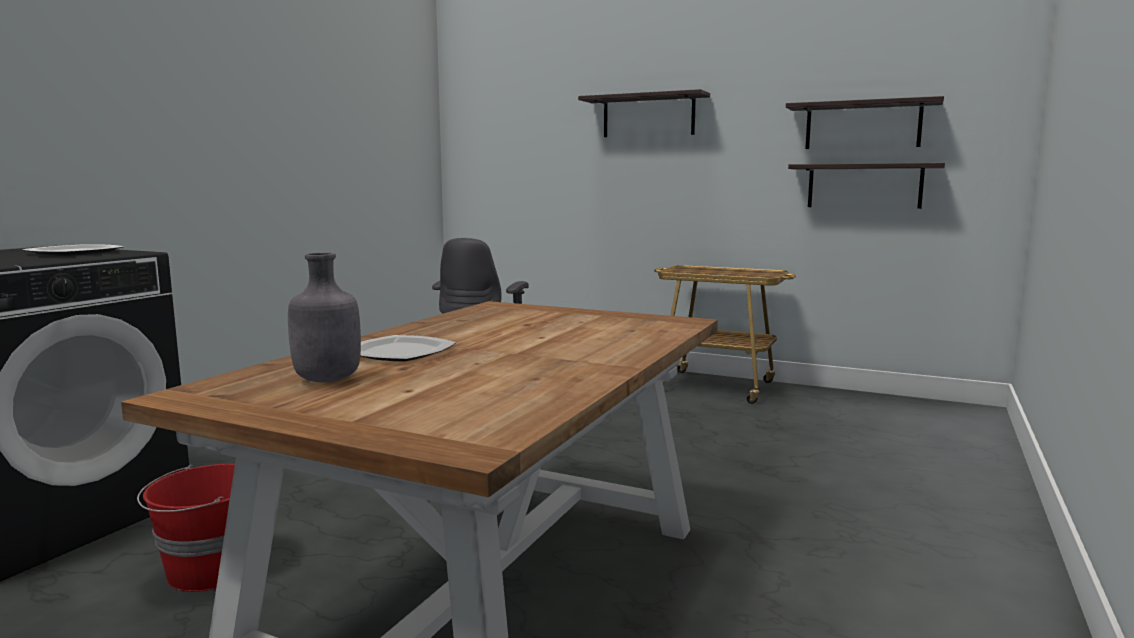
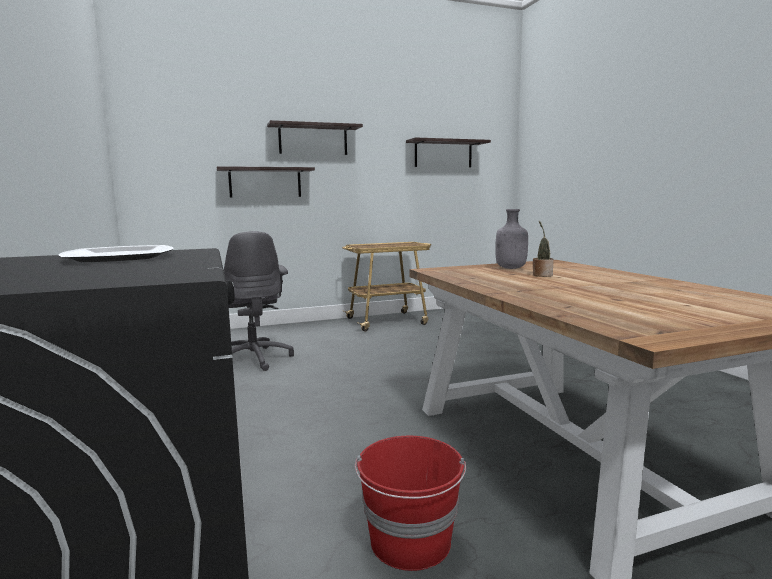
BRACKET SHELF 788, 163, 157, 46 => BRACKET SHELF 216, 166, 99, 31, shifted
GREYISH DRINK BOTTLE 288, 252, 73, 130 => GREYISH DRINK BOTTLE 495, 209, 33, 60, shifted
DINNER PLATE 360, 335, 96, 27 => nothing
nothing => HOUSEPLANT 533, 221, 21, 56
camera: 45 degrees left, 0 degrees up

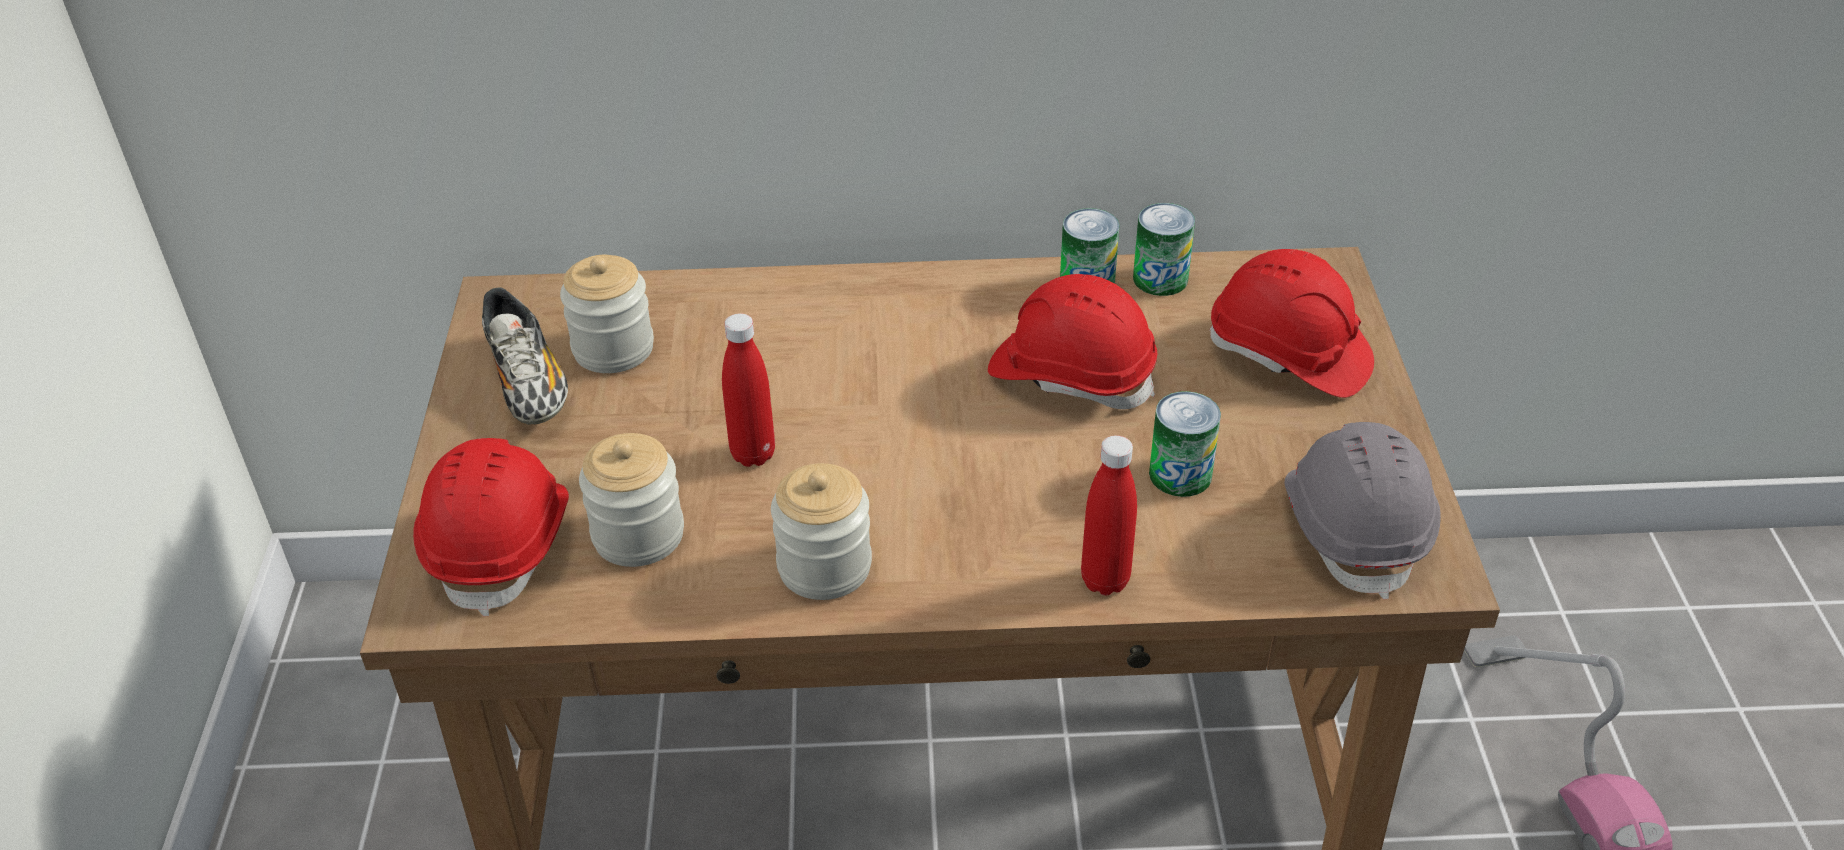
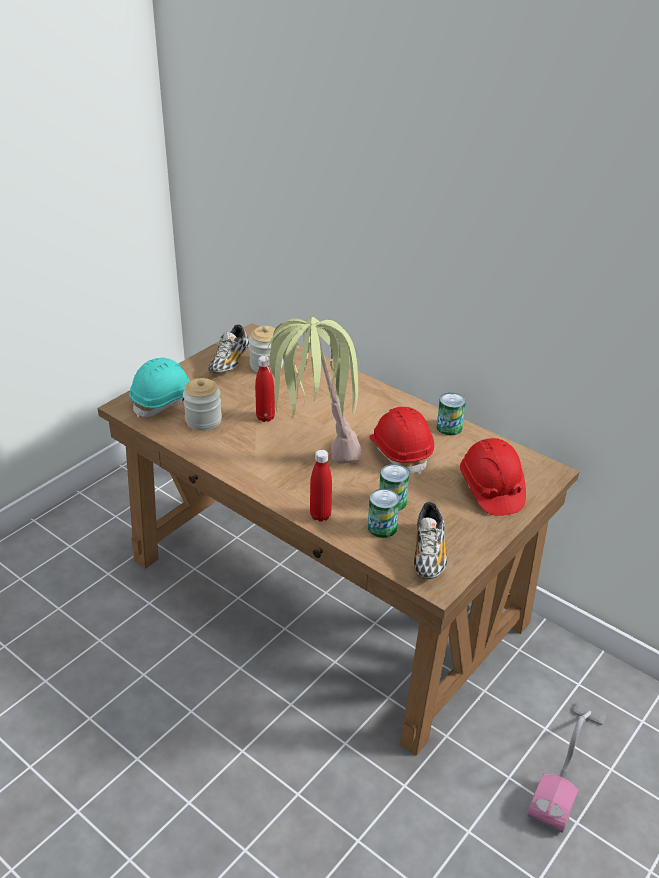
SEALED CAN 1133, 203, 62, 93 => SEALED CAN 368, 489, 31, 49, shifted
GREYISH WORK HELMET 1284, 422, 157, 178 => SHOE 414, 502, 33, 78
REDDISH WORK HELMET 413, 438, 156, 178 => BLUE-GREEN WORK HELMET 129, 358, 61, 60
PRESERVE JAR 771, 463, 101, 137 => nothing
nothing => HOUSEPLANT 265, 317, 97, 147
camera: 40 degrees right, 5 degrees down

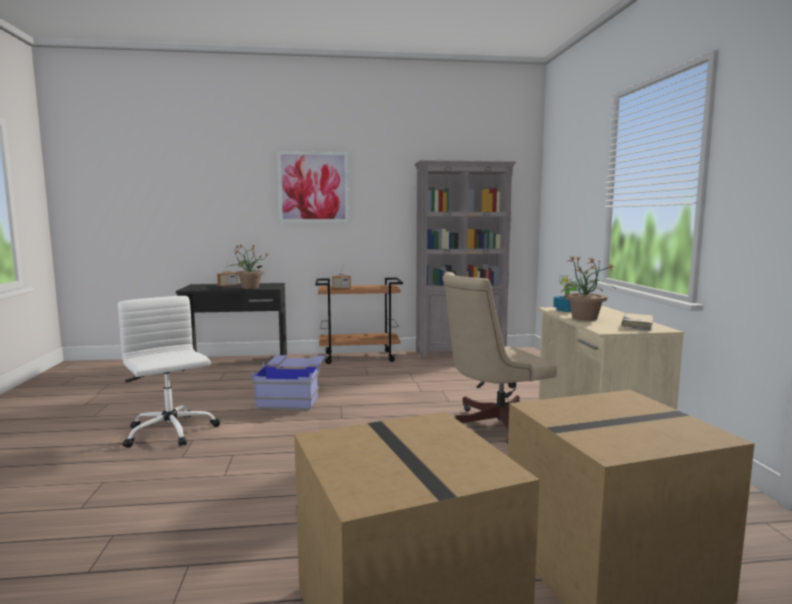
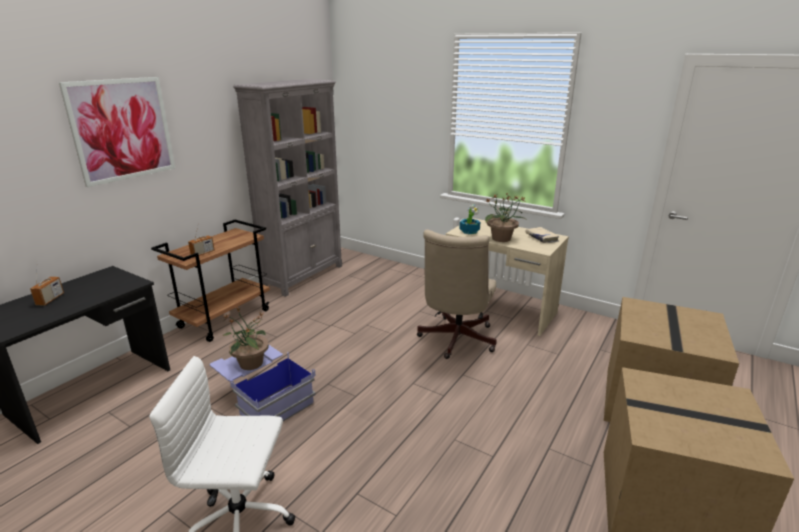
HOUSEPLANT 227, 245, 42, 44 => HOUSEPLANT 222, 307, 47, 63, shifted
camera: 50 degrees left, 15 degrees up

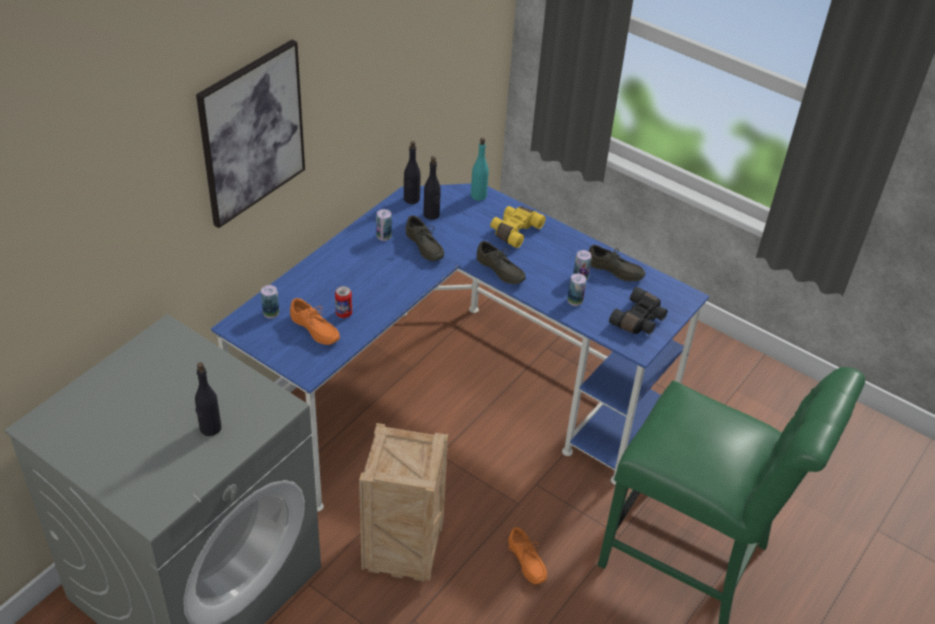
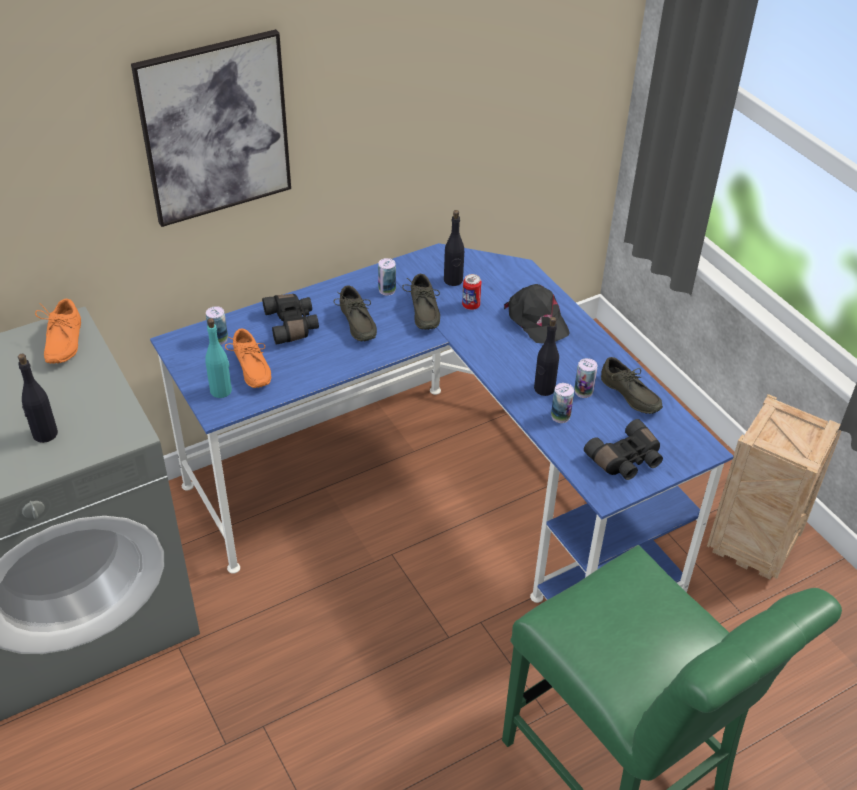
BLUE-GREEN DRINK BOTTLE 471, 138, 18, 63 => BLUE-GREEN DRINK BOTTLE 205, 318, 27, 80, shifted
BLACK-COLOURED DRINK BOTTLE 404, 141, 17, 63 => BLACK-COLOURED DRINK BOTTLE 534, 317, 25, 79, shifted
YELLOW PAIR OF BINOCULARS 490, 206, 56, 42 => BLACK-COLOURED BASEBALL CAP 504, 284, 66, 60
GREYISH SHOE 477, 241, 49, 43 => GREYISH SHOE 334, 286, 43, 55, shifted
SEALED CAN 335, 286, 17, 32 => SEALED CAN 462, 274, 20, 36, shifted
PACKING CRATE 359, 423, 89, 159 => PACKING CRATE 707, 394, 135, 186, shifted
ORANGEY SHOE 508, 527, 39, 57 => ORANGEY SHOE 35, 299, 46, 65, shifted
nothing => BLACK-COLOURED PAIR OF BINOCULARS 262, 294, 57, 51
camera: 25 degrees right, 0 degrees up

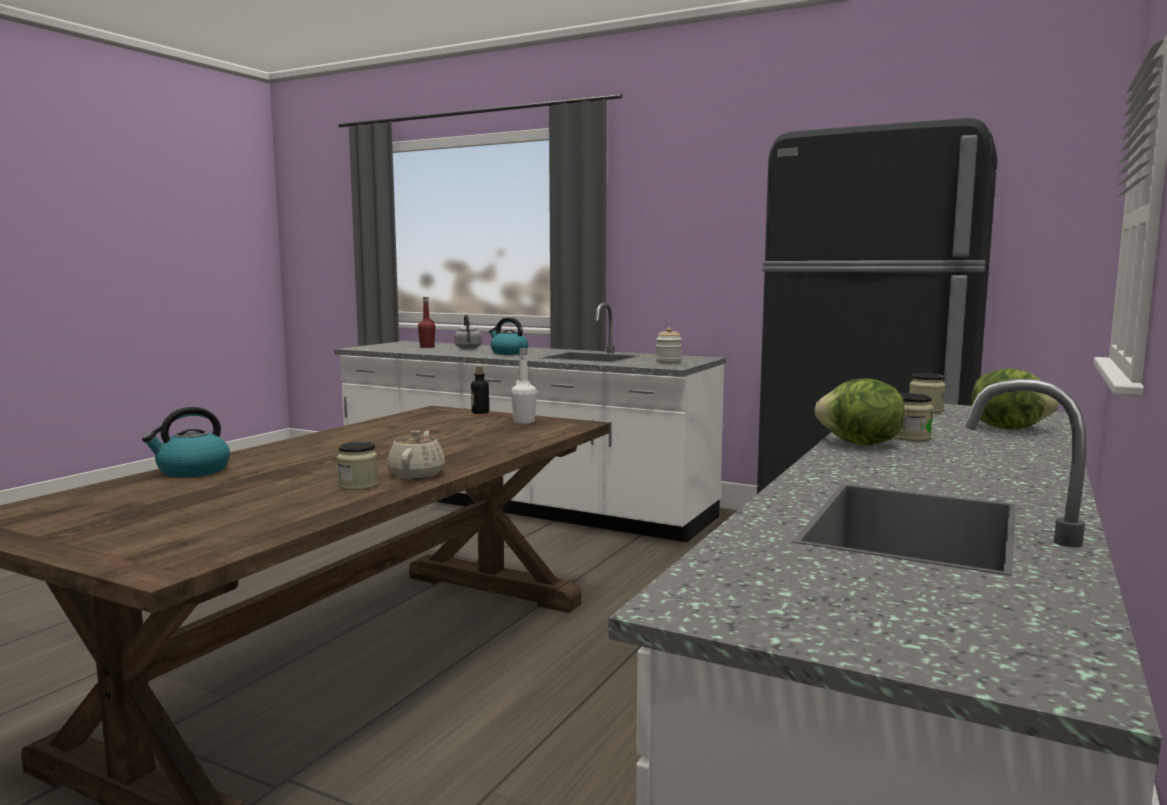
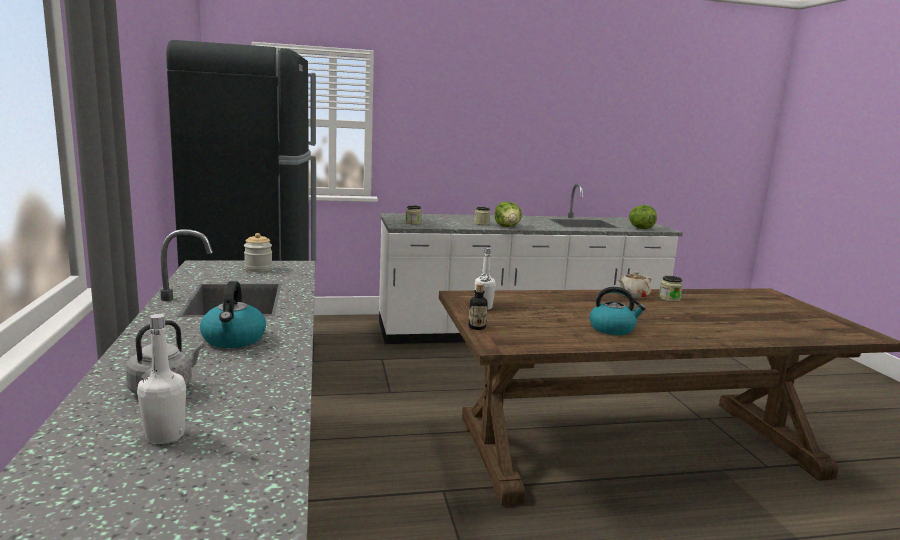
REDDISH DRINK BOTTLE 418, 297, 17, 51 => WHITE DRINK BOTTLE 137, 314, 49, 130
LETTUCE 972, 368, 87, 61 => LETTUCE 629, 205, 28, 24, shifted
WATER KETTLE 142, 407, 88, 70 => WATER KETTLE 589, 287, 57, 48, shifted
camera: 130 degrees left, 5 degrees up

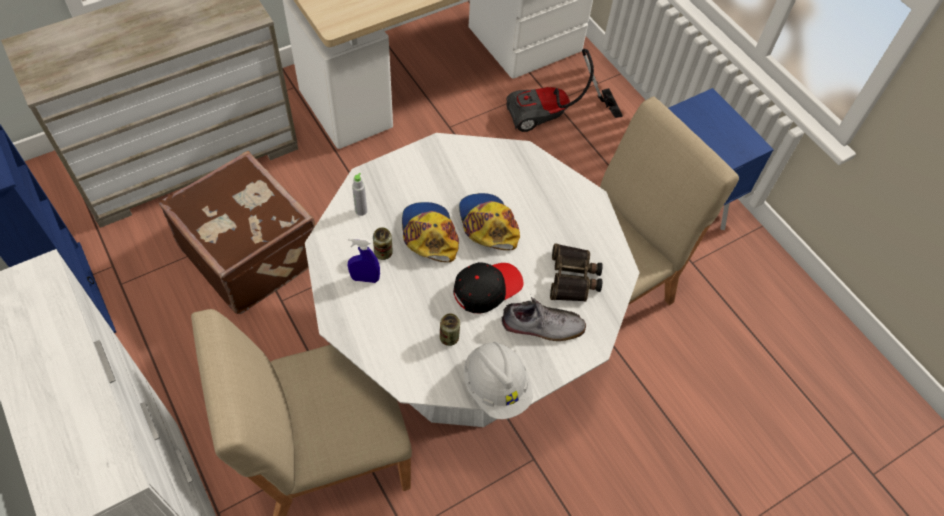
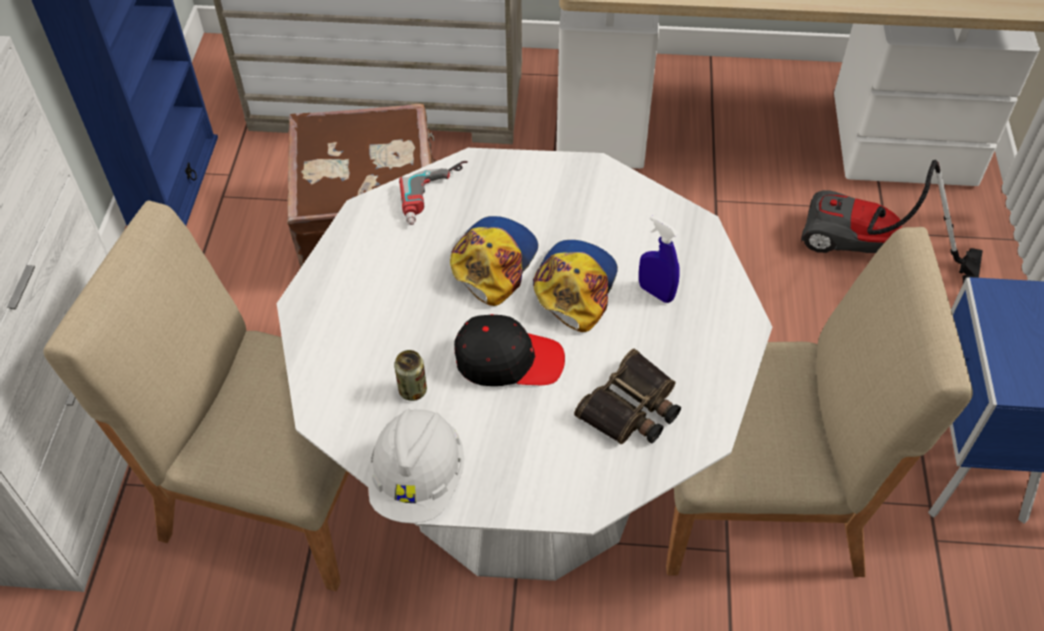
GREYISH DRINK BOTTLE 352, 173, 15, 43 => POWER DRILL 399, 161, 69, 64
SEALED CAN 373, 228, 20, 32 => nothing
BLUISH SPRAY BOTTLE 348, 237, 32, 46 => BLUISH SPRAY BOTTLE 639, 216, 41, 87, shifted
SHOE 501, 297, 85, 44 => nothing
camera: 40 degrees right, 5 degrees down

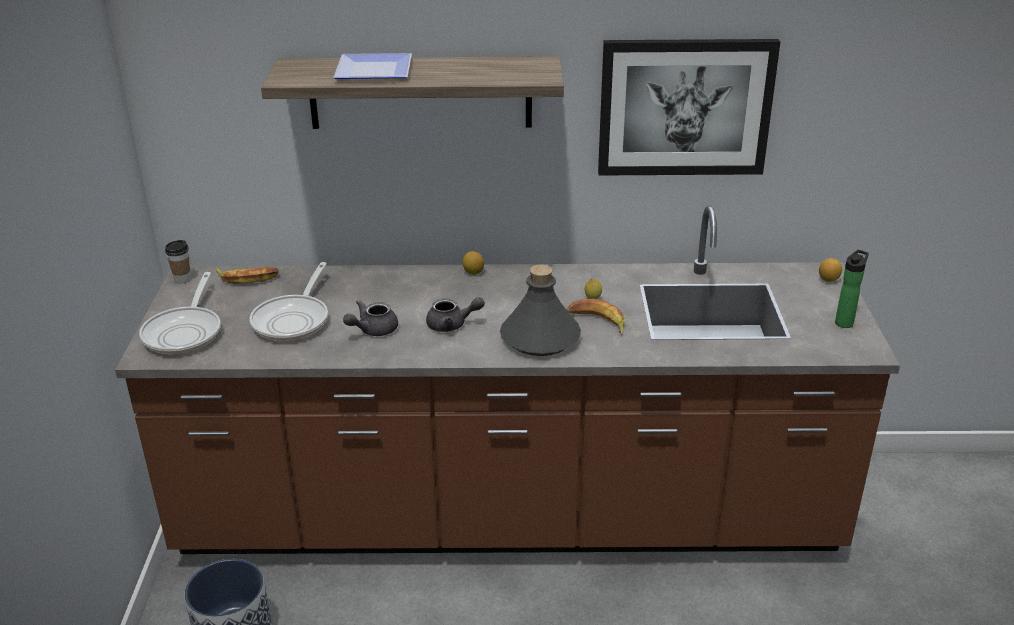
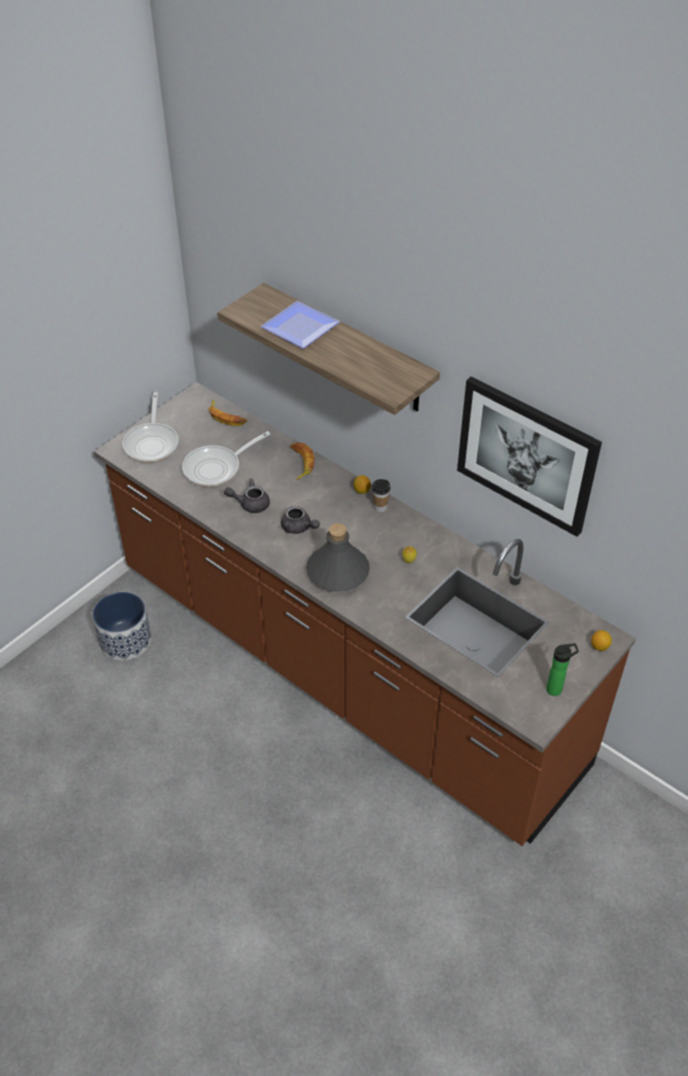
CUP 165, 240, 26, 44 => CUP 372, 479, 19, 33, shifted
SKILLET 139, 272, 82, 82 => SKILLET 122, 392, 57, 71, 45 degrees counterclockwise
BANANA FRUIT 566, 299, 59, 36 => BANANA FRUIT 290, 442, 25, 38, shifted
camera: 40 degrees right, 15 degrees up

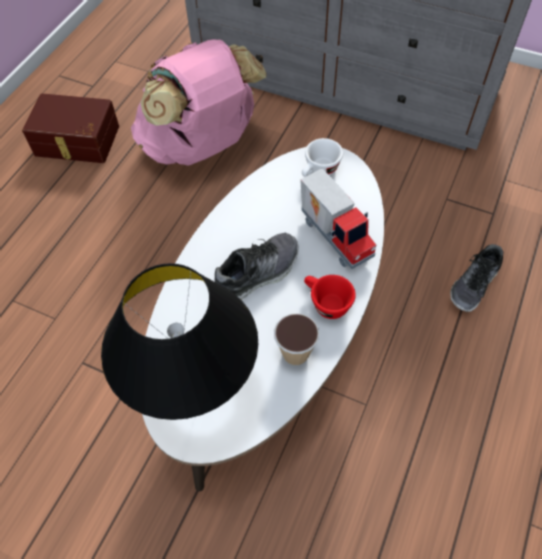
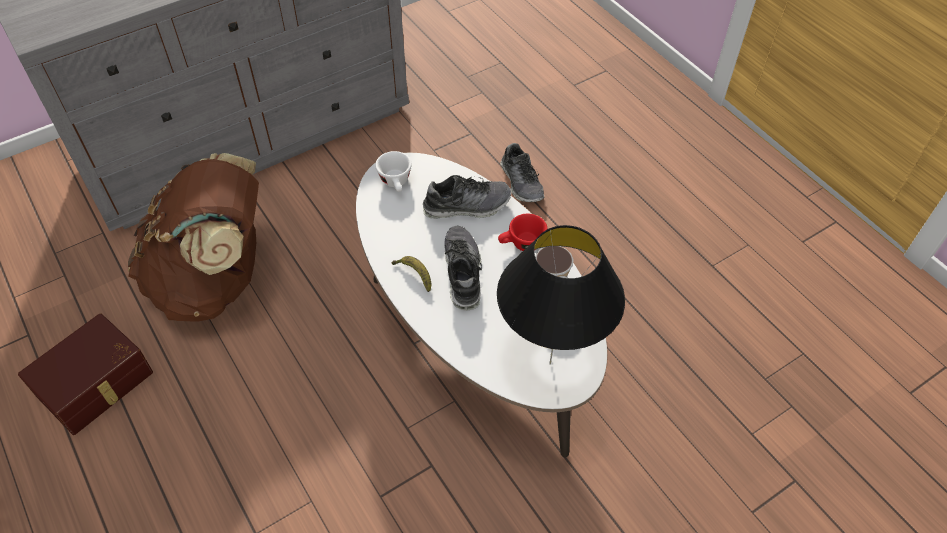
PINKISH RUCKSACK 131, 39, 136, 127 => BROWN RUCKSACK 128, 153, 131, 169
TOY LORRY 300, 169, 76, 100 => SHOE 423, 175, 88, 44
nothing => BANANA FRUIT 392, 256, 39, 36
camera: 60 degrees left, 5 degrees down

